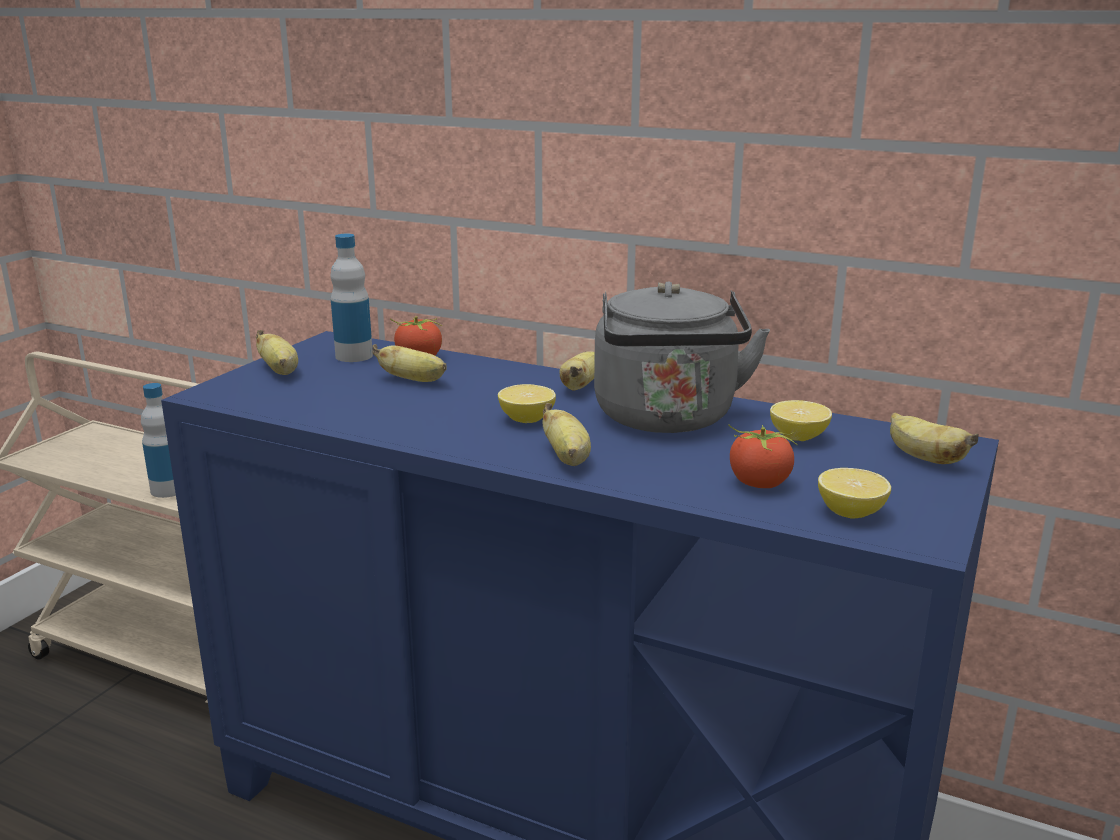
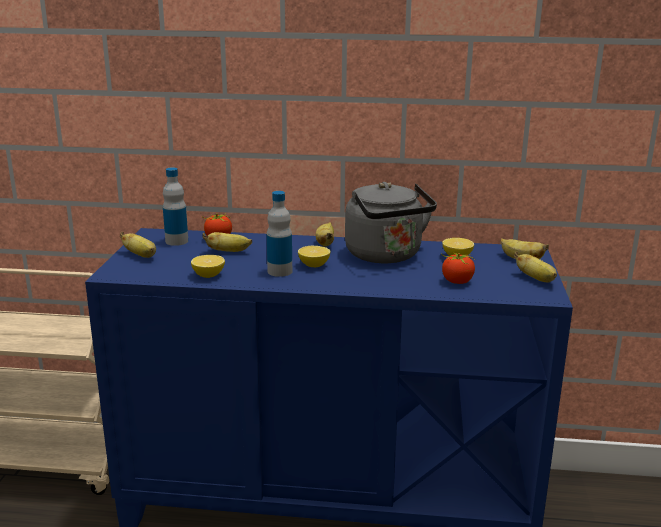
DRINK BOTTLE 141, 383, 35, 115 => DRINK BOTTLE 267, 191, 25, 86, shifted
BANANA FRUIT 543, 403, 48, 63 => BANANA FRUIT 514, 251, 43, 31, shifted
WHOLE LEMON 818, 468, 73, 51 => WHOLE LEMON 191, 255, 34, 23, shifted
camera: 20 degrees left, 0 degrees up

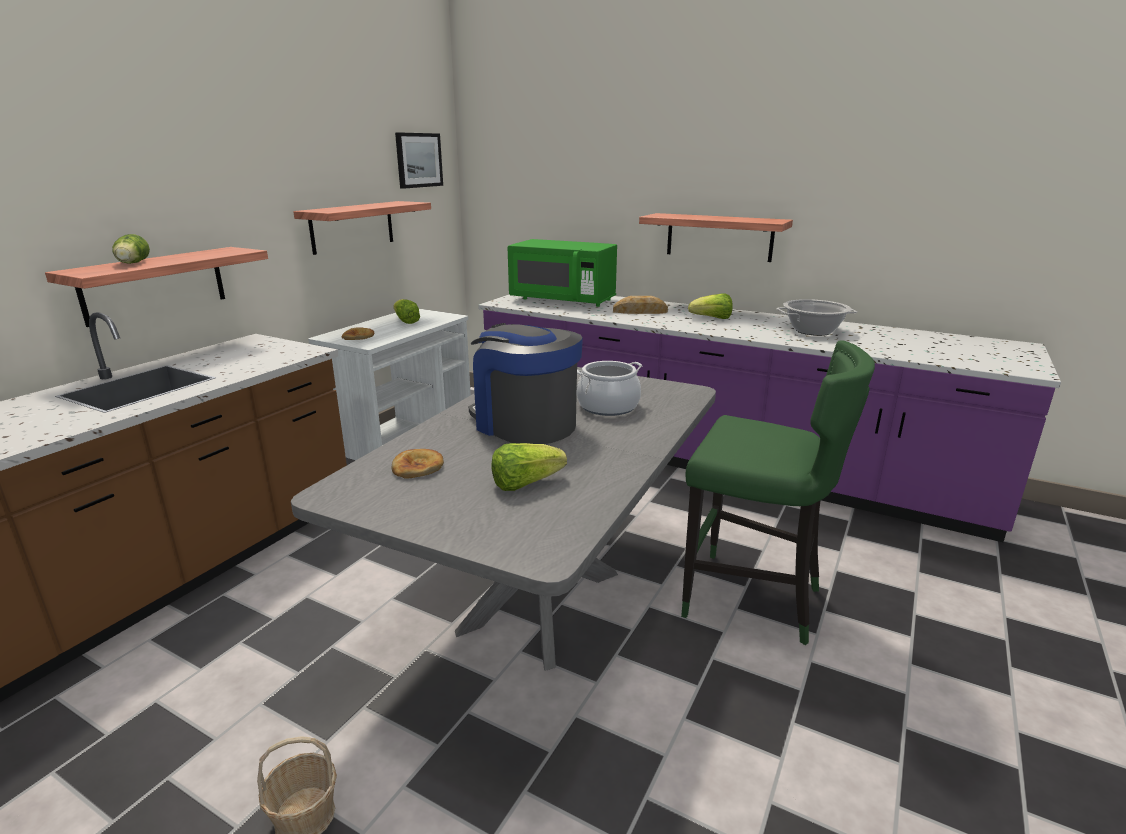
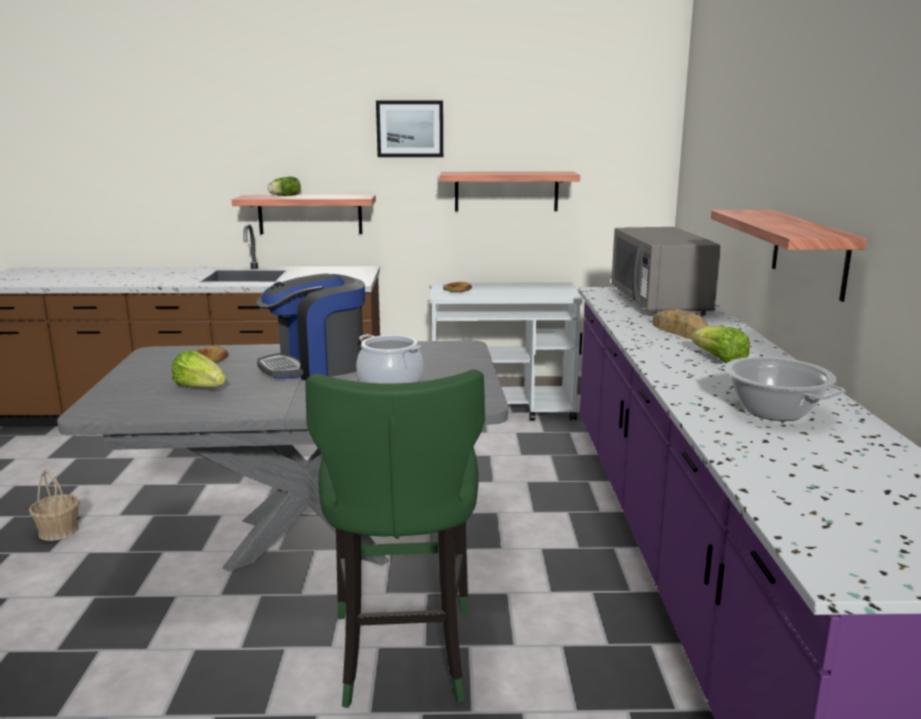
PICTURE 395, 132, 48, 57 => PICTURE 376, 101, 67, 56, shifted
GREENISH MICROWAVE OVEN 508, 239, 109, 68 => GREYISH MICROWAVE OVEN 611, 227, 110, 89
LETTUCE 393, 299, 27, 25 => nothing
COFFEE MAKER 469, 323, 114, 121 => COFFEE MAKER 256, 273, 109, 108, 135 degrees counterclockwise
camera: 60 degrees right, 5 degrees down

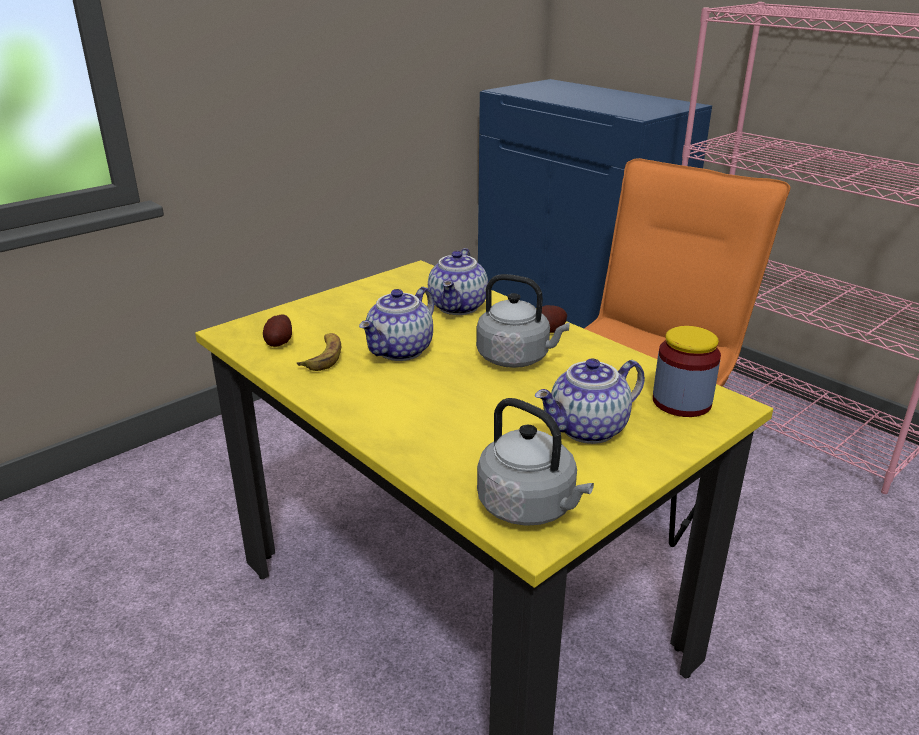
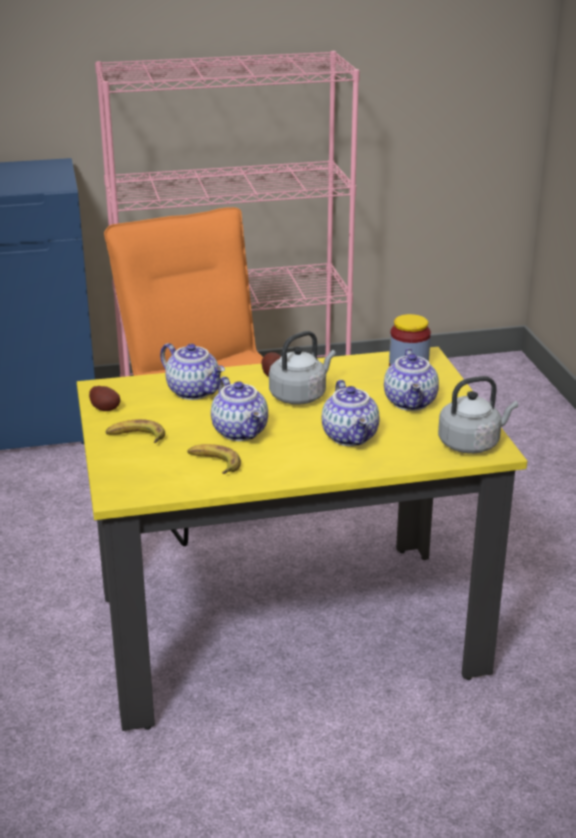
SPUD 263, 315, 29, 32 => SPUD 89, 386, 31, 25, shifted
nothing => TEA POT 322, 380, 57, 66
nothing => BANANA FRUIT 106, 419, 59, 24
camera: 60 degrees left, 0 degrees up

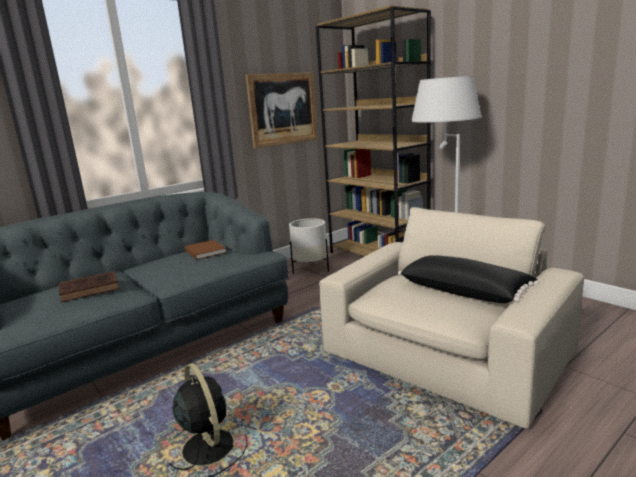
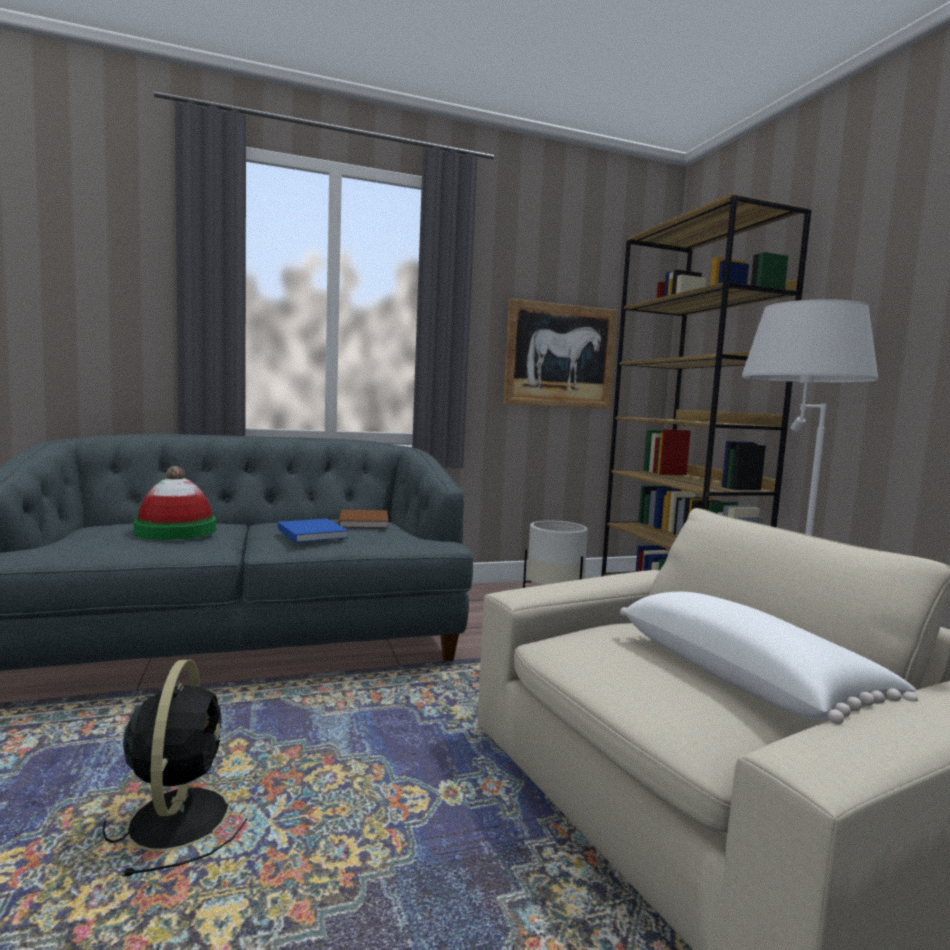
BLACK-COLOURED CUSHION 398, 255, 141, 48 => WHITE CUSHION 620, 592, 298, 132
BROWN BOUND BOOK 59, 271, 60, 31 => WEARABLE HAT 134, 466, 82, 74
nothing => BLUISH BOUND BOOK 278, 519, 70, 24
camera: 20 degrees right, 10 degrees down

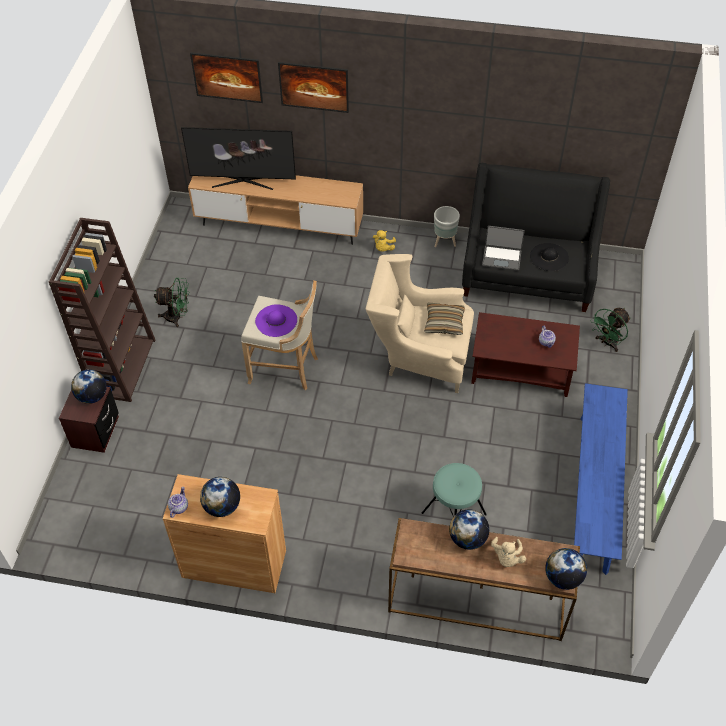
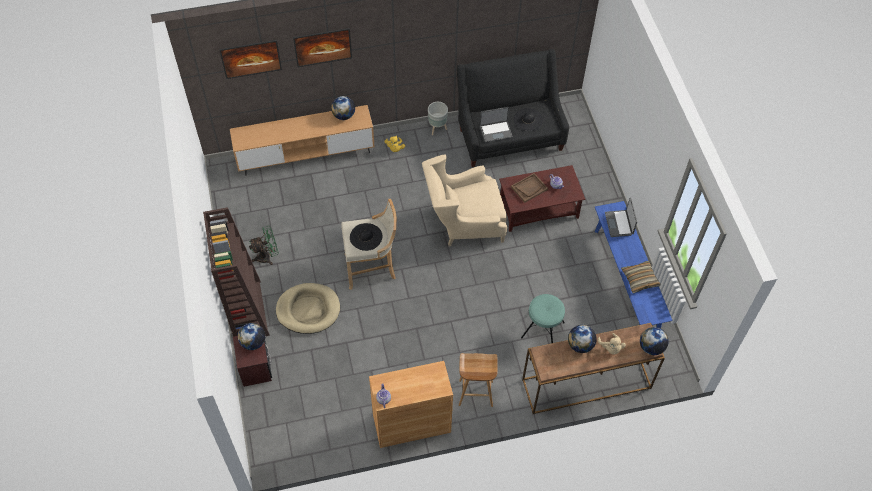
TV SET 181, 127, 115, 63 => nothing
CUSHION 424, 303, 41, 32 => CUSHION 621, 261, 40, 32, shifted
PURPLE WEARABLE HAT 255, 304, 42, 33 => BLACK-COLOURED WEARABLE HAT 350, 223, 32, 28
GREENISH COOLING FAN 590, 308, 40, 44 => nothing
DESK GLOBE 200, 477, 40, 40 => DESK GLOBE 331, 96, 24, 24, shifted
nothing => BROWN SERVING TRAY 511, 173, 37, 30
nothing => PORTABLE COMPUTER 605, 198, 32, 39
nothing => BEIGE-COLOURED DOG BED 276, 283, 64, 51
nothing => BROWN STOOL SEAT 459, 353, 39, 54
camera: 25 degrees left, 5 degrees up

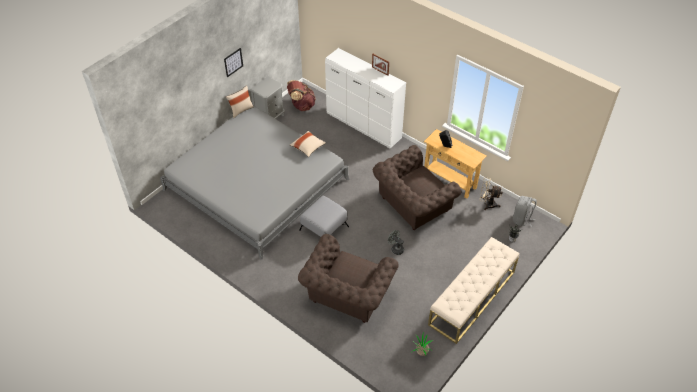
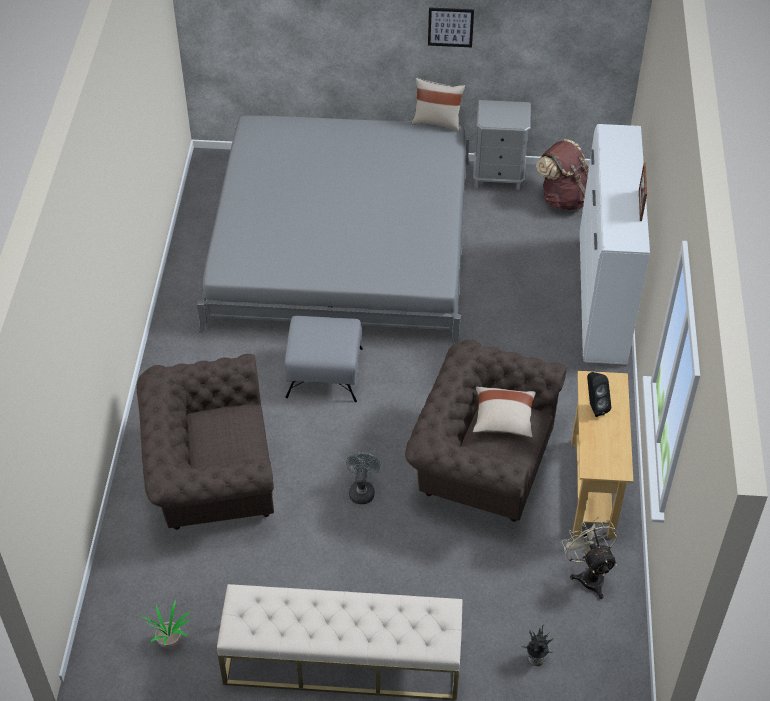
BEIGE-COLOURED CUSHION 290, 131, 36, 26 => BEIGE-COLOURED CUSHION 473, 387, 63, 50, shifted
GREYISH RUCKSACK 513, 196, 24, 30 => nothing
camera: 55 degrees right, 0 degrees up

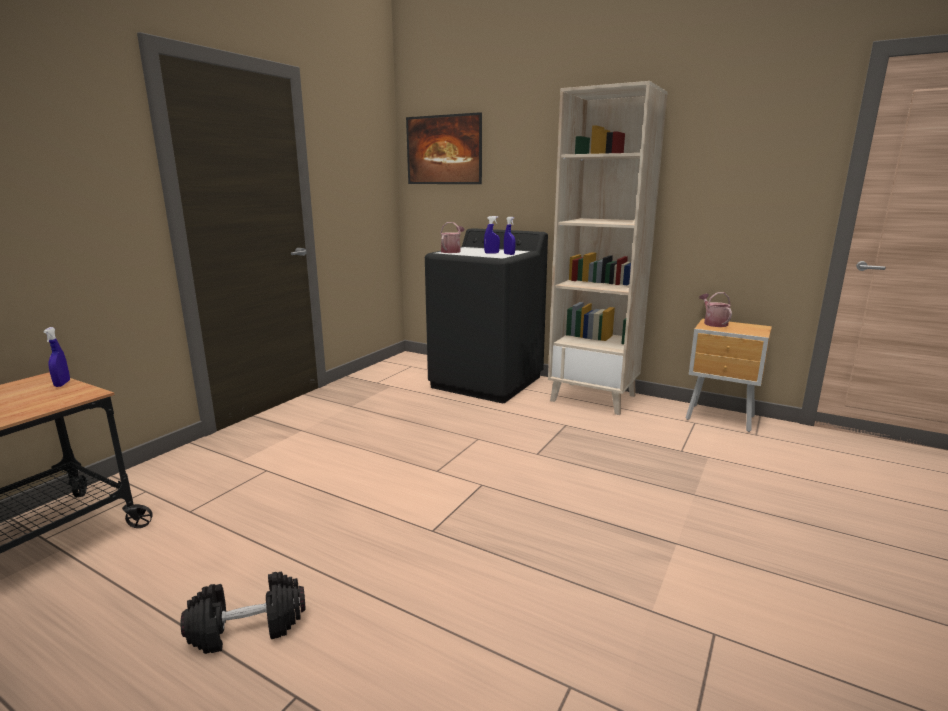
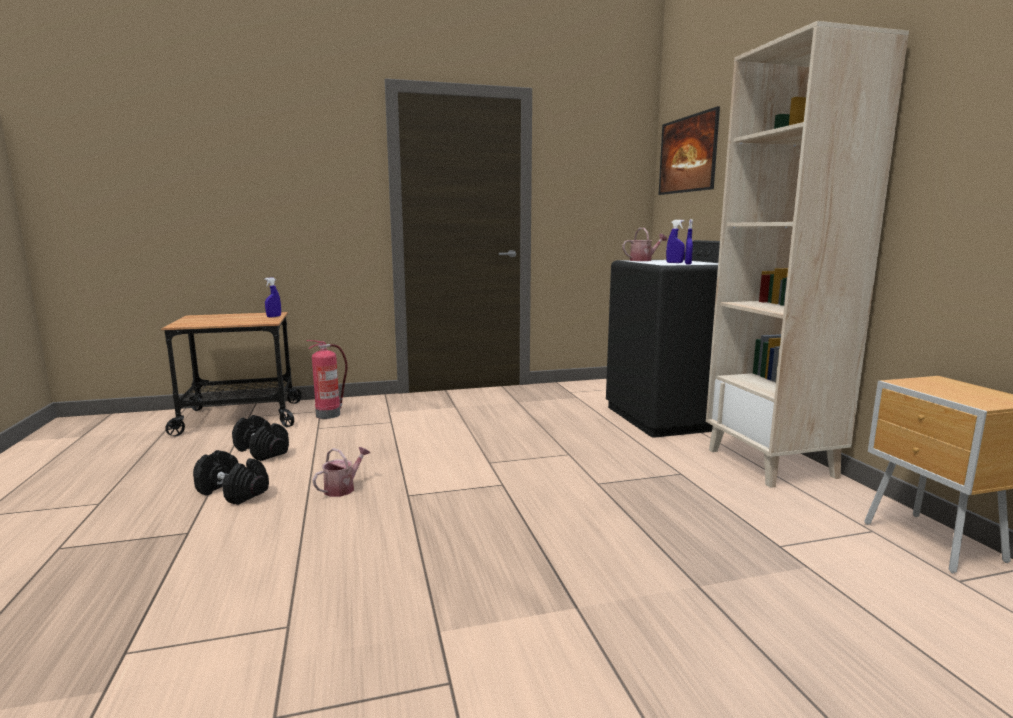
WATERING POT 699, 292, 33, 35 => WATERING POT 313, 447, 57, 50, shifted
nothing => FIRE EXTINGUISHER 306, 340, 42, 79
nothing => BLACK-COLOURED DUMBBELL 232, 415, 57, 46
camera: 45 degrees right, 5 degrees down

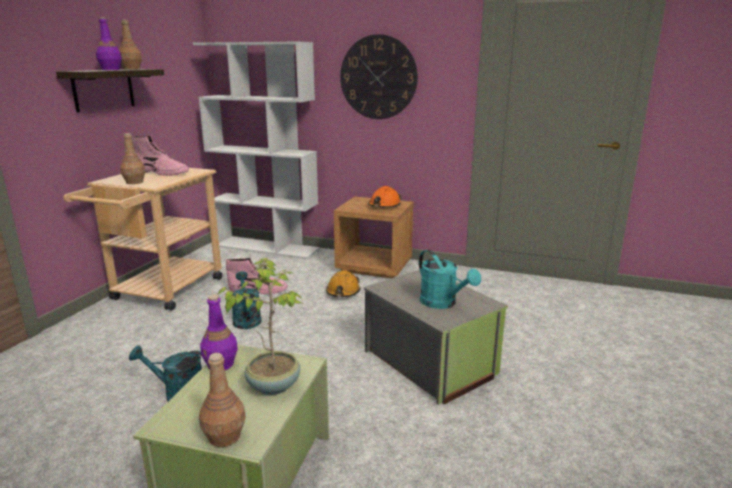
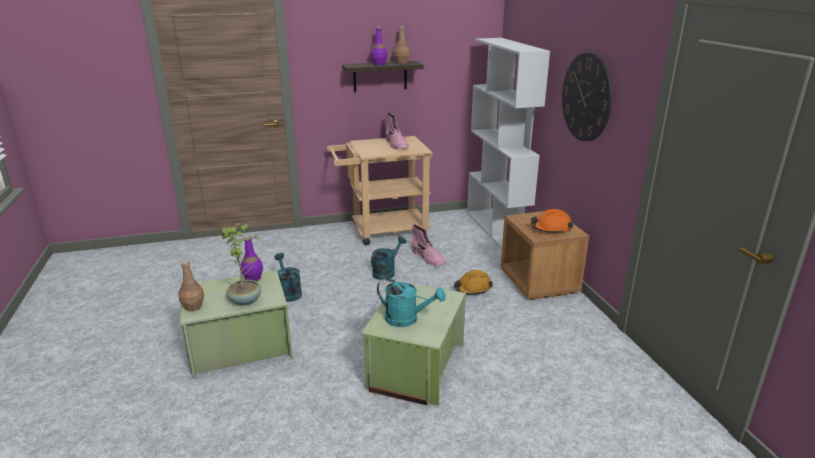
BROWN DRINK BOTTLE 120, 133, 25, 51 => nothing
BLUE-GREEN WATERING POT 419, 250, 62, 59 => BLUE-GREEN WATERING POT 377, 278, 69, 49, 90 degrees counterclockwise
GREYISH STORAGE BIN 364, 270, 144, 135 => GREENISH STORAGE BIN 361, 281, 105, 125
camera: 55 degrees right, 5 degrees up

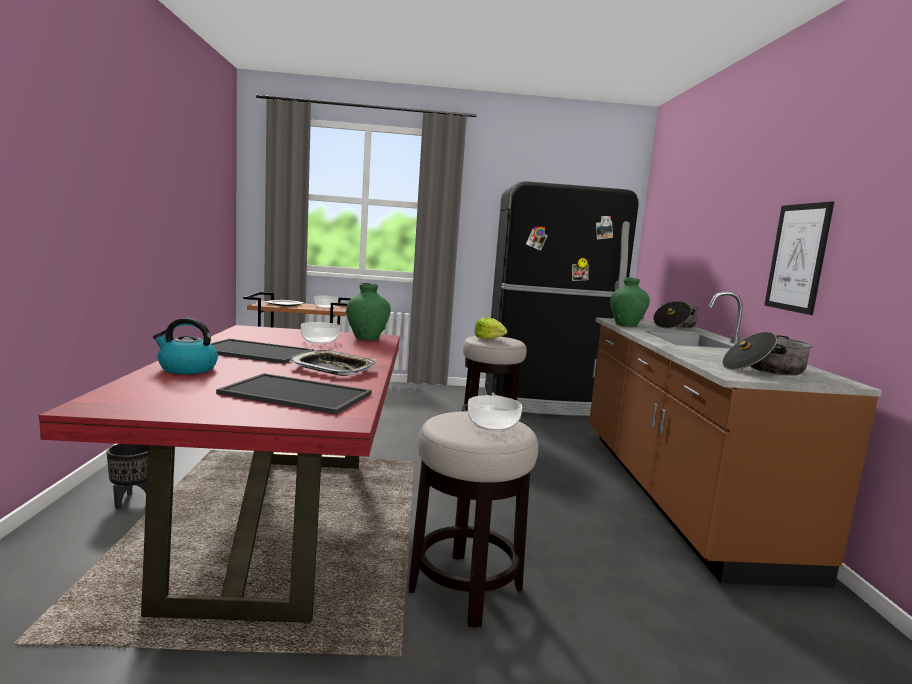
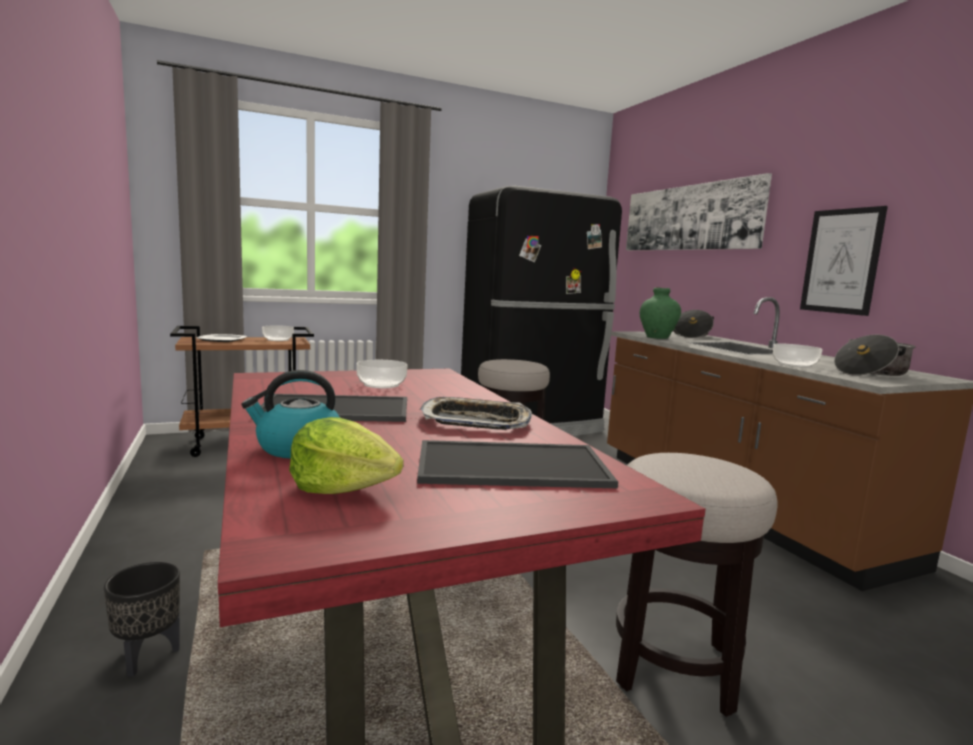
GREENISH VASE 346, 283, 45, 57 => nothing
LETTUCE 474, 317, 34, 22 => LETTUCE 289, 417, 114, 77, shifted
SERVING BOWL 468, 395, 54, 36 => SERVING BOWL 773, 343, 50, 24, shifted
nothing => PICTURE 626, 173, 146, 77
camera: 20 degrees left, 0 degrees up

